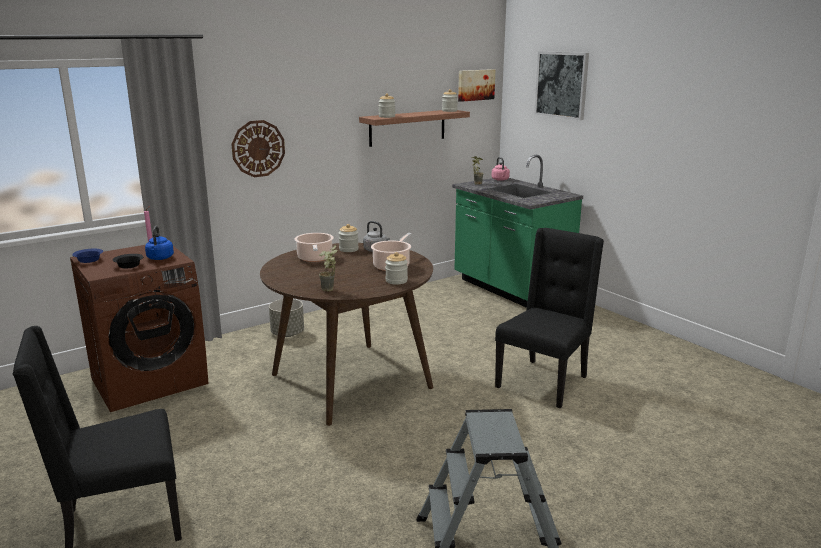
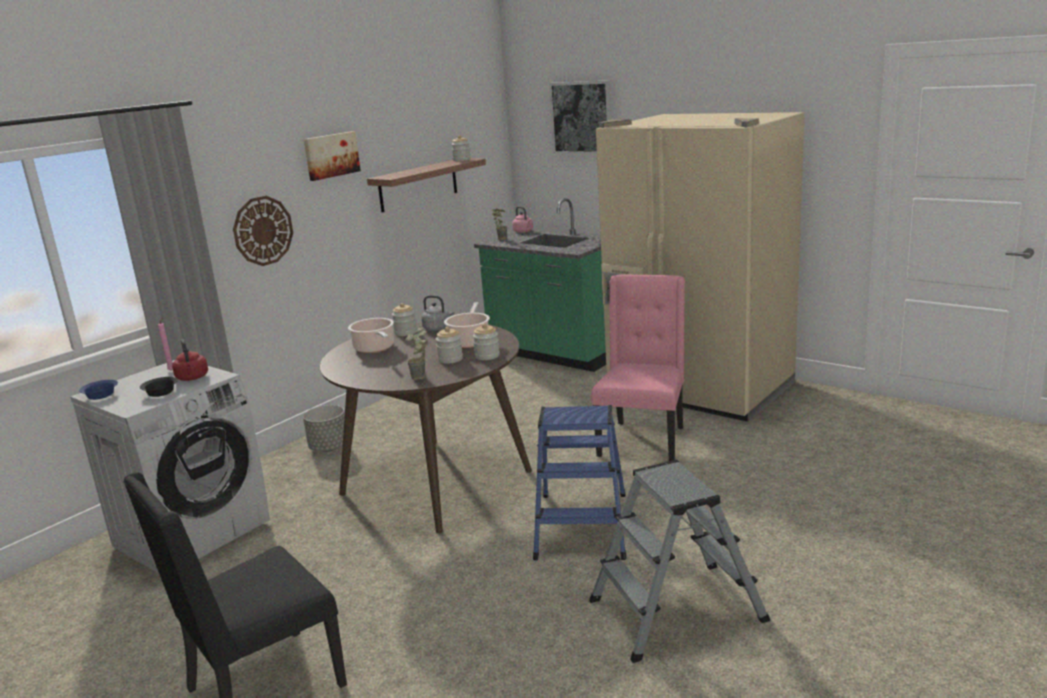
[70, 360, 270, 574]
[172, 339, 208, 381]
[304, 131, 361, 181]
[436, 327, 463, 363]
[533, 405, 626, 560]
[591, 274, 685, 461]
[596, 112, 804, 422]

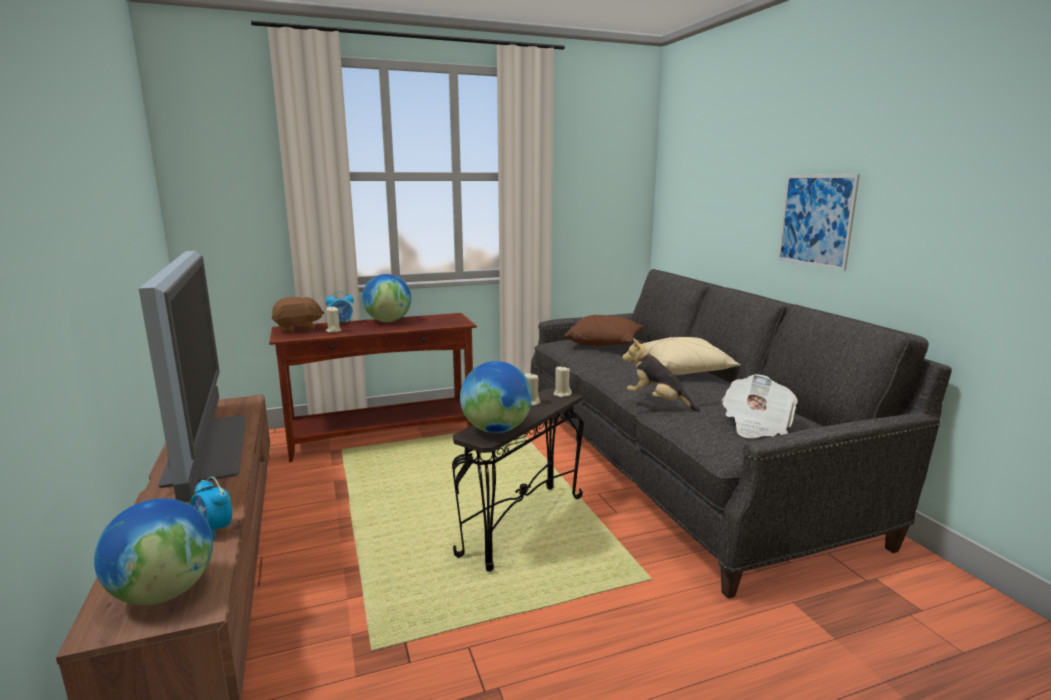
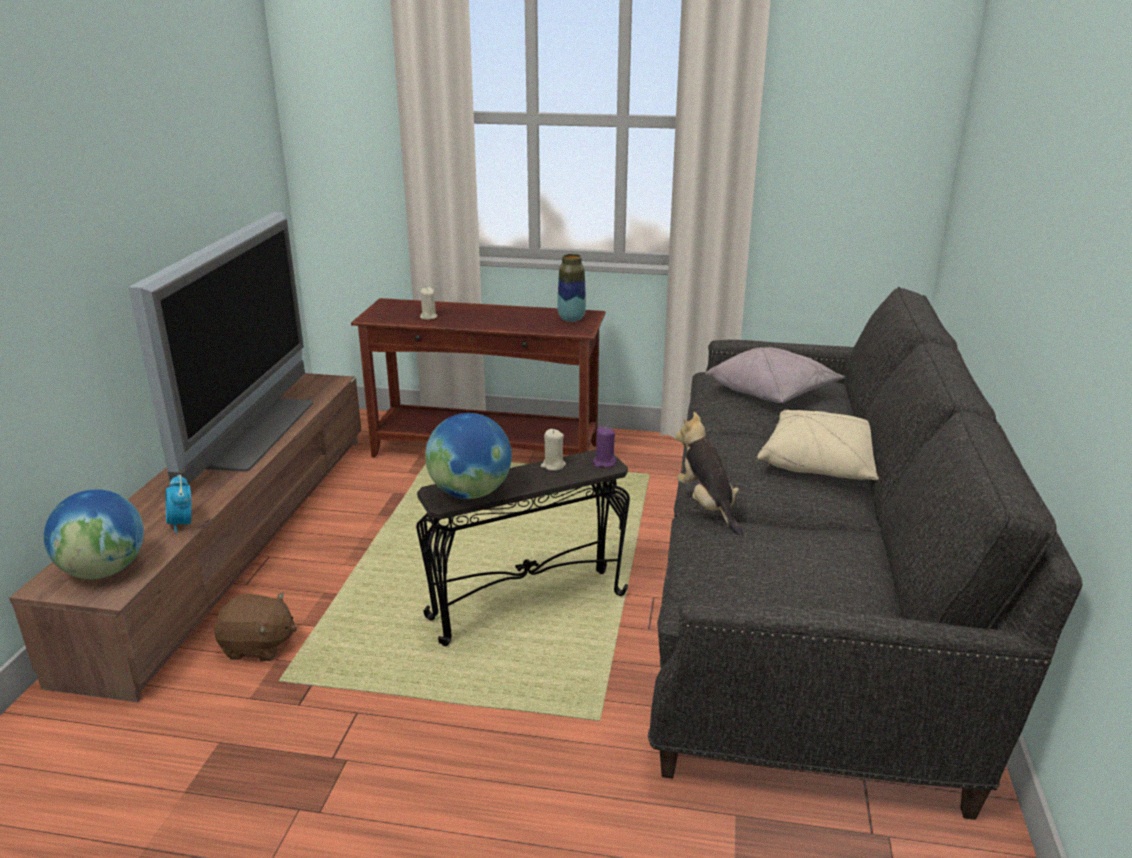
[214, 592, 297, 661]
[557, 254, 586, 322]
[593, 427, 617, 468]
[705, 347, 845, 403]
[326, 291, 354, 323] (first image)
[362, 274, 411, 322] (first image)
[722, 374, 798, 438] (first image)
[778, 174, 860, 271] (first image)

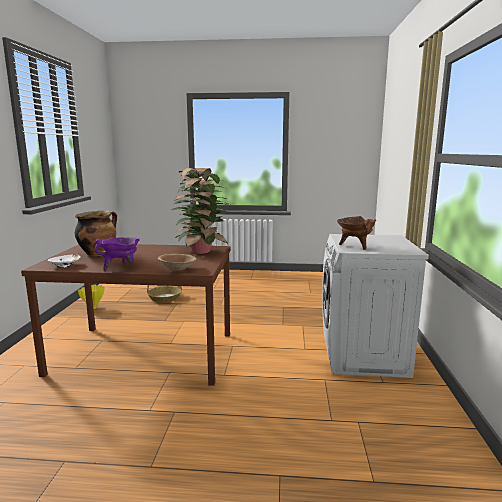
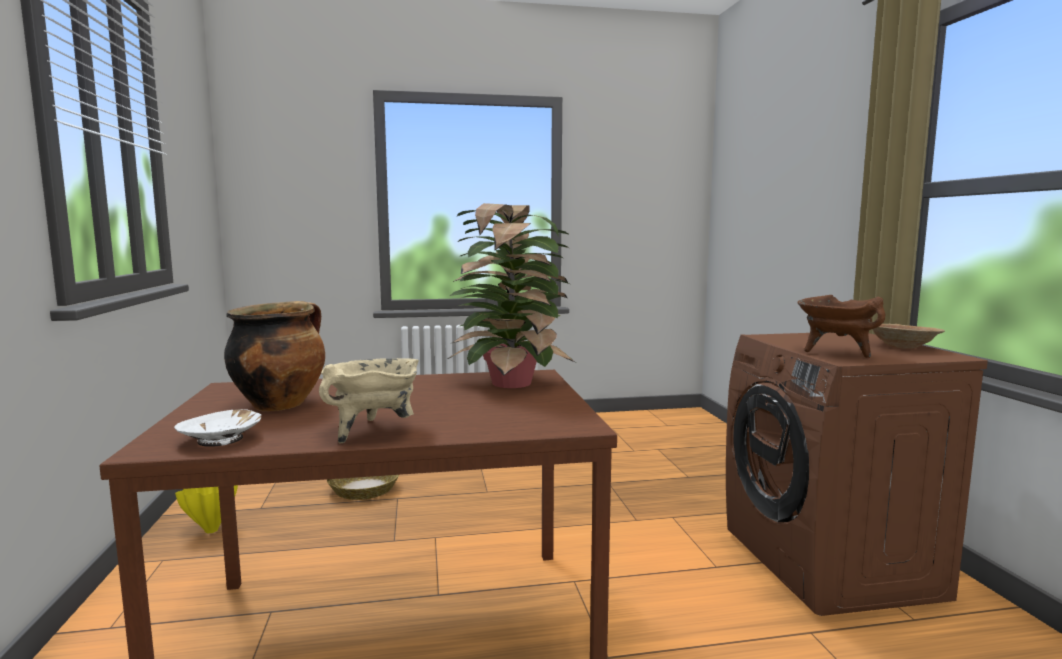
[319, 358, 419, 444]
[726, 333, 988, 616]
[872, 324, 945, 349]

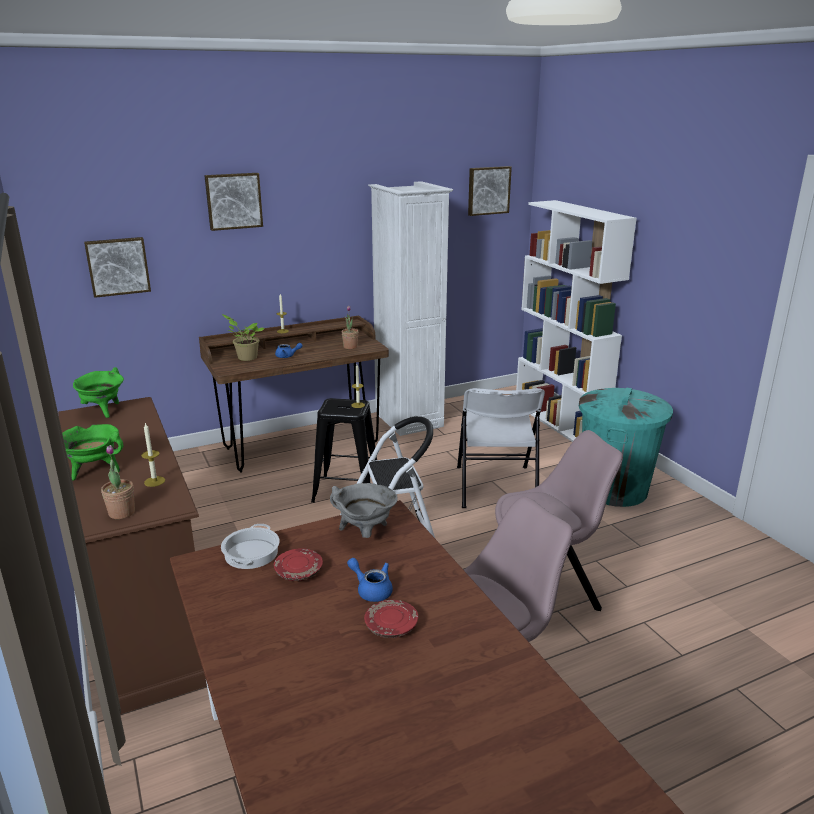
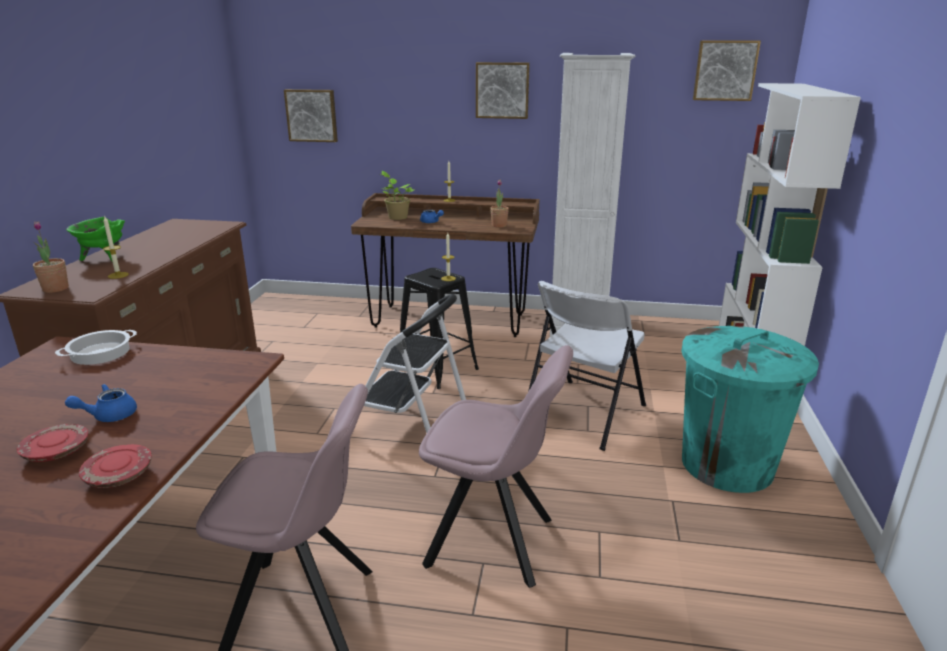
[65, 384, 137, 422]
[79, 444, 152, 488]
[476, 62, 530, 119]
[73, 367, 124, 418] (first image)
[330, 483, 398, 538] (first image)

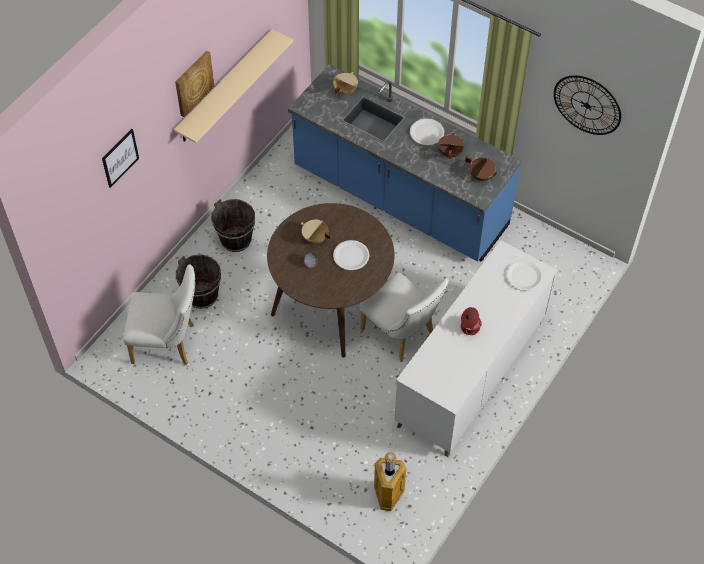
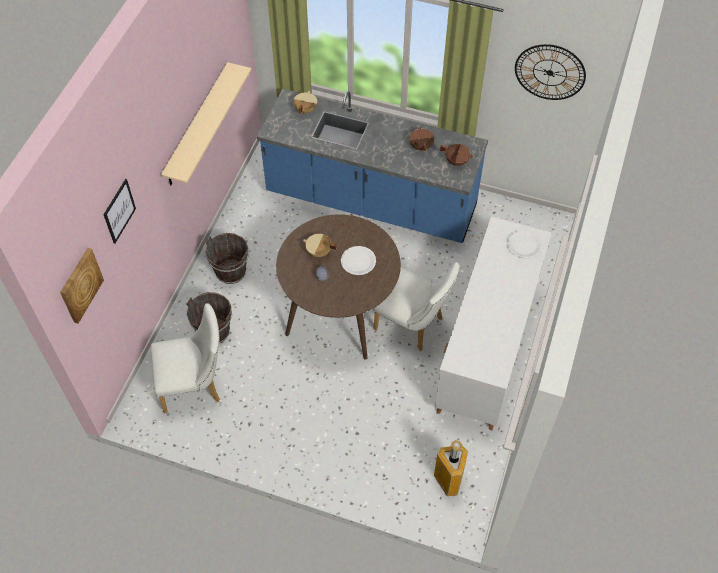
[60, 248, 104, 324]
[410, 118, 444, 145] (first image)
[461, 307, 481, 335] (first image)

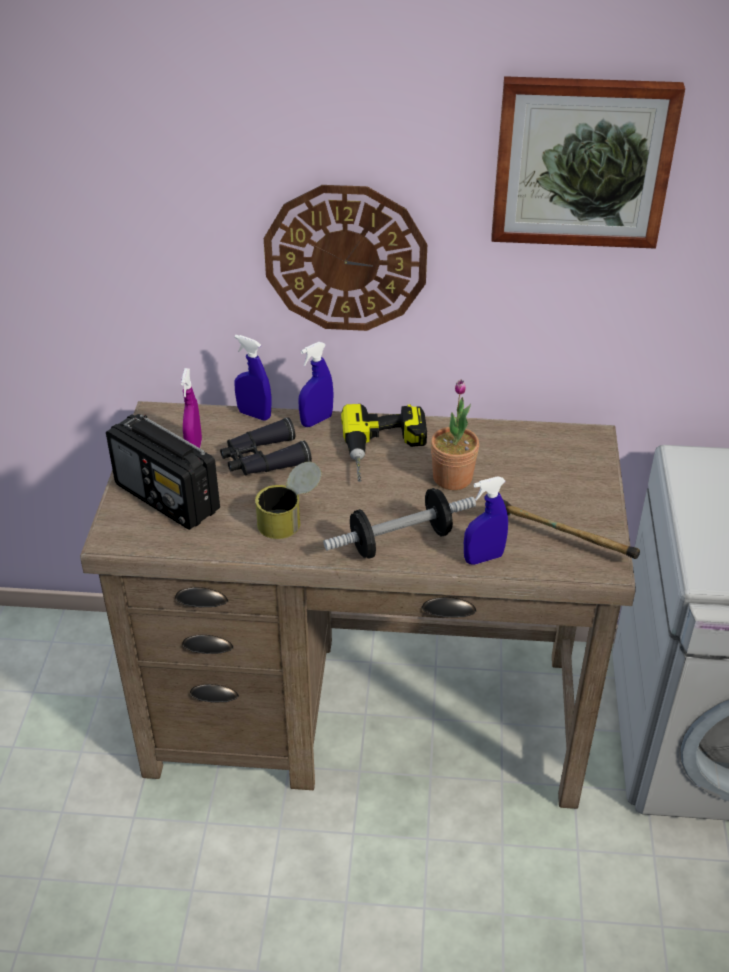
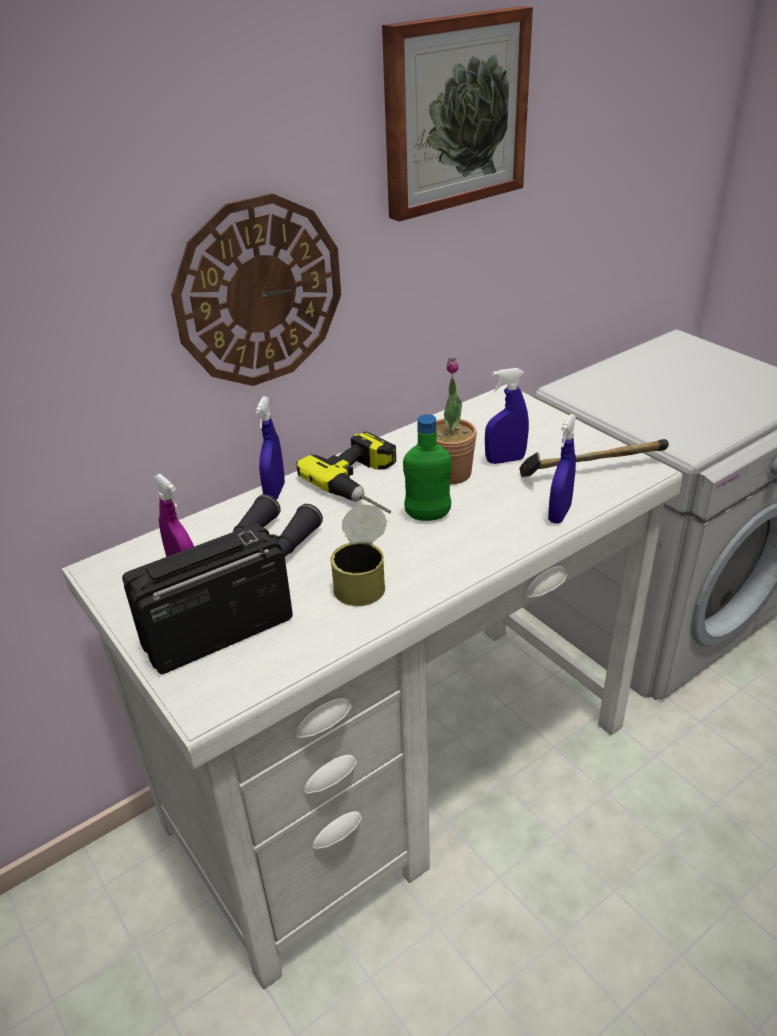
[62, 384, 683, 989]
[122, 524, 293, 674]
[403, 414, 452, 521]
[485, 368, 529, 464]
[324, 488, 476, 559] (first image)

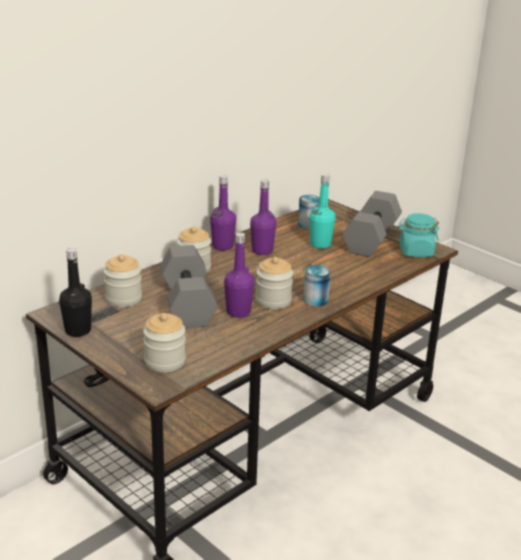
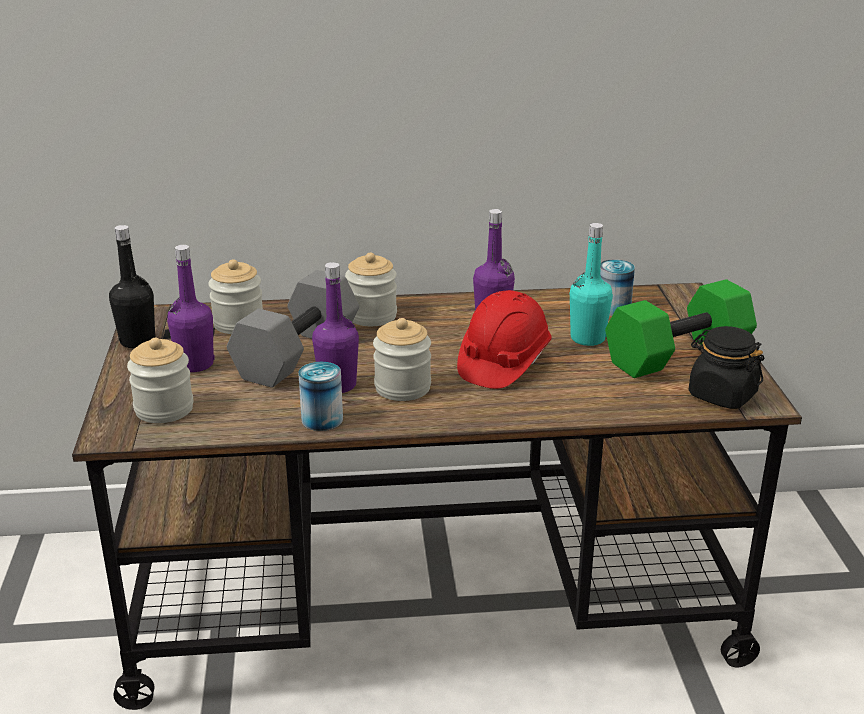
[167, 245, 215, 372]
[298, 362, 343, 431]
[457, 290, 552, 389]
[605, 279, 757, 378]
[689, 326, 764, 409]

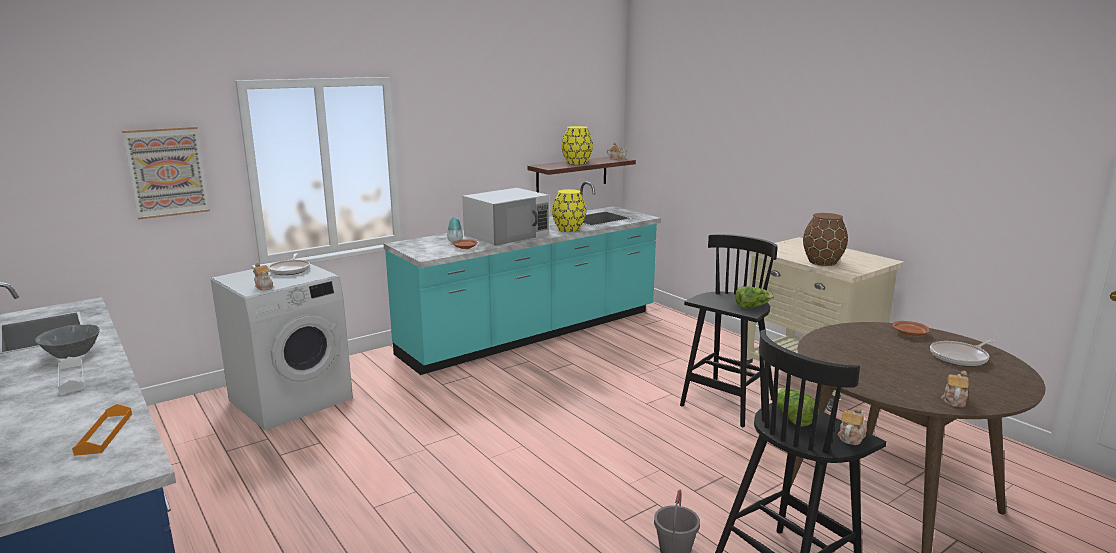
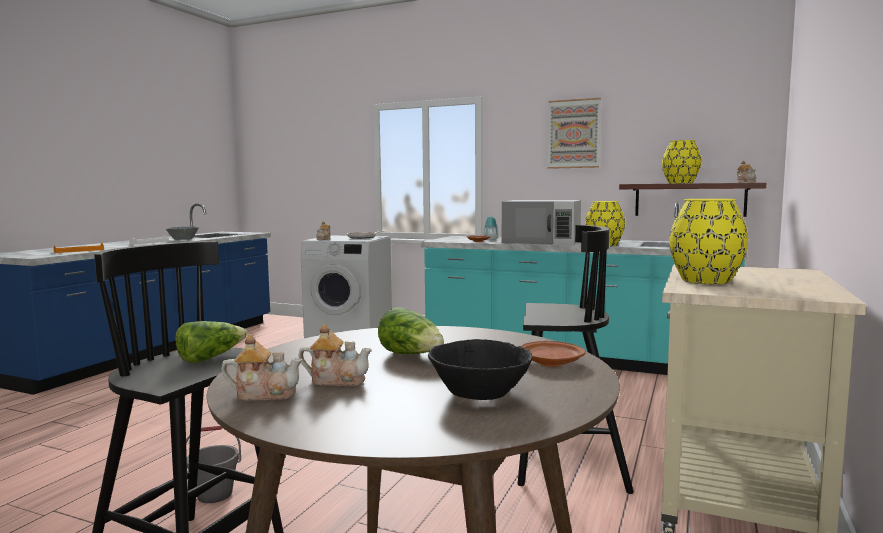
[298, 324, 372, 386]
[378, 307, 444, 354]
[428, 339, 533, 400]
[548, 98, 601, 169]
[669, 199, 748, 284]

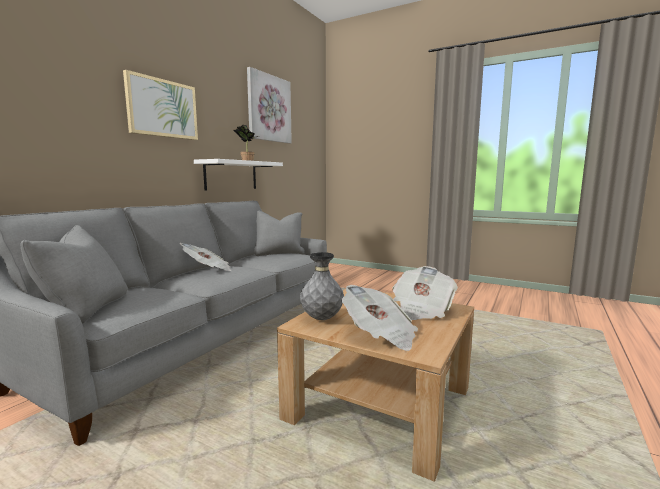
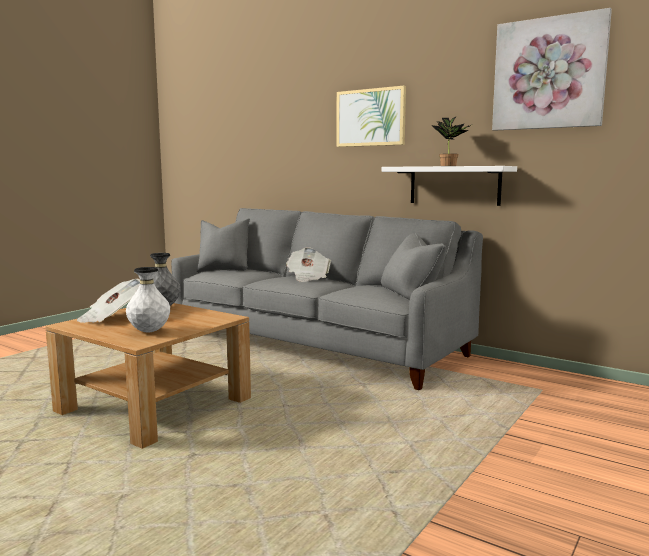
[126, 267, 170, 333]

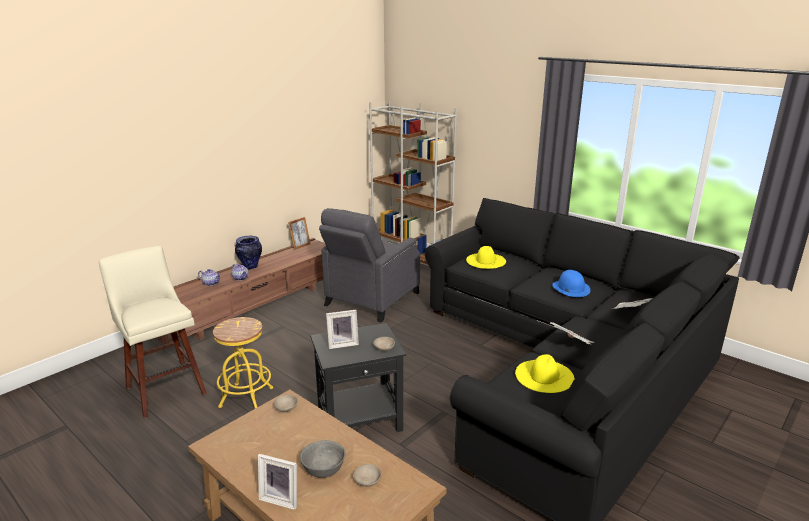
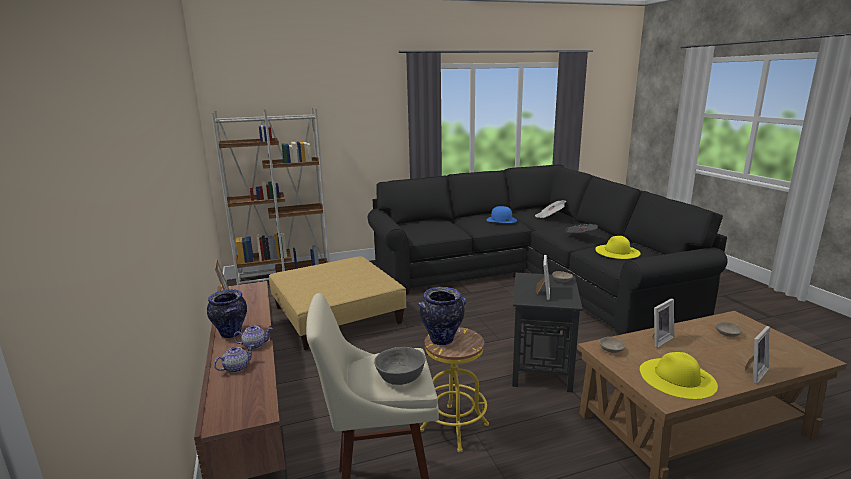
[269, 256, 406, 350]
[374, 347, 426, 385]
[418, 287, 466, 345]
[640, 352, 718, 399]
[652, 298, 674, 348]

